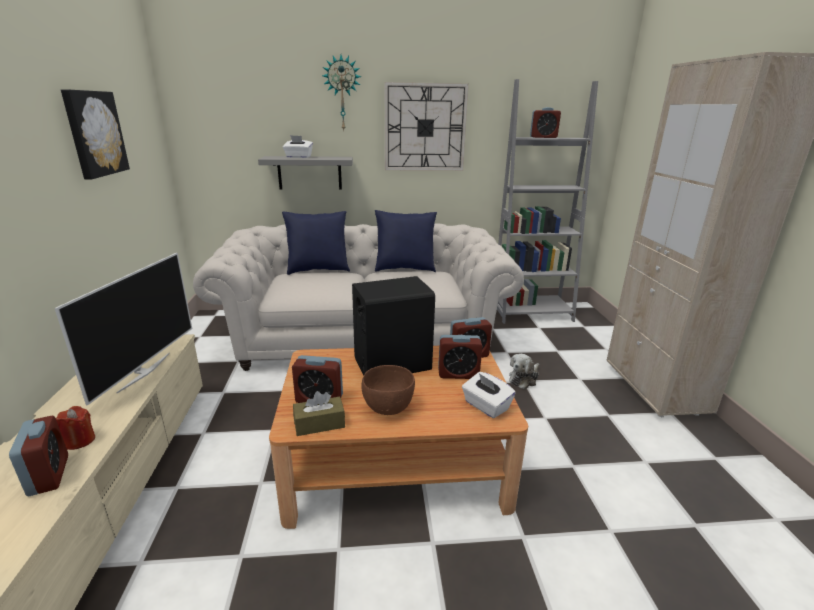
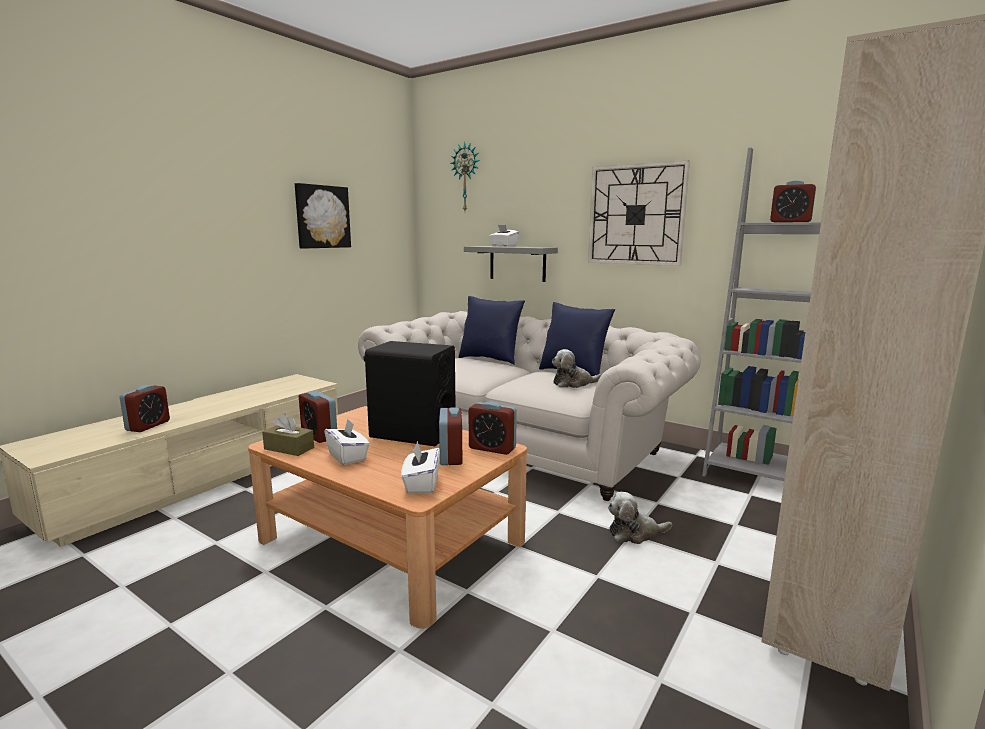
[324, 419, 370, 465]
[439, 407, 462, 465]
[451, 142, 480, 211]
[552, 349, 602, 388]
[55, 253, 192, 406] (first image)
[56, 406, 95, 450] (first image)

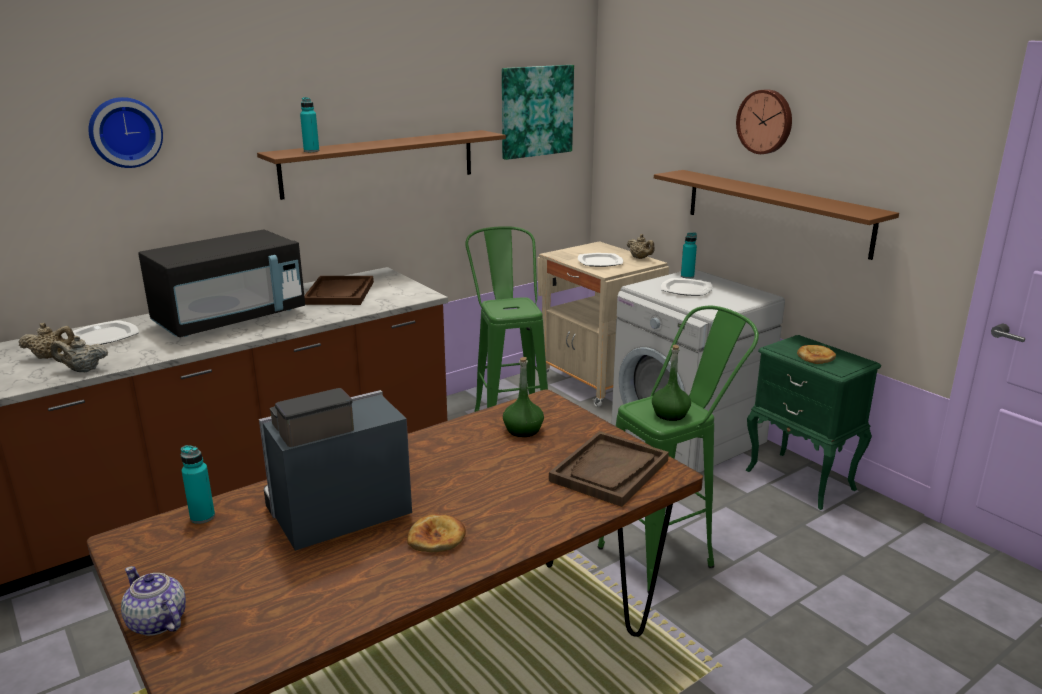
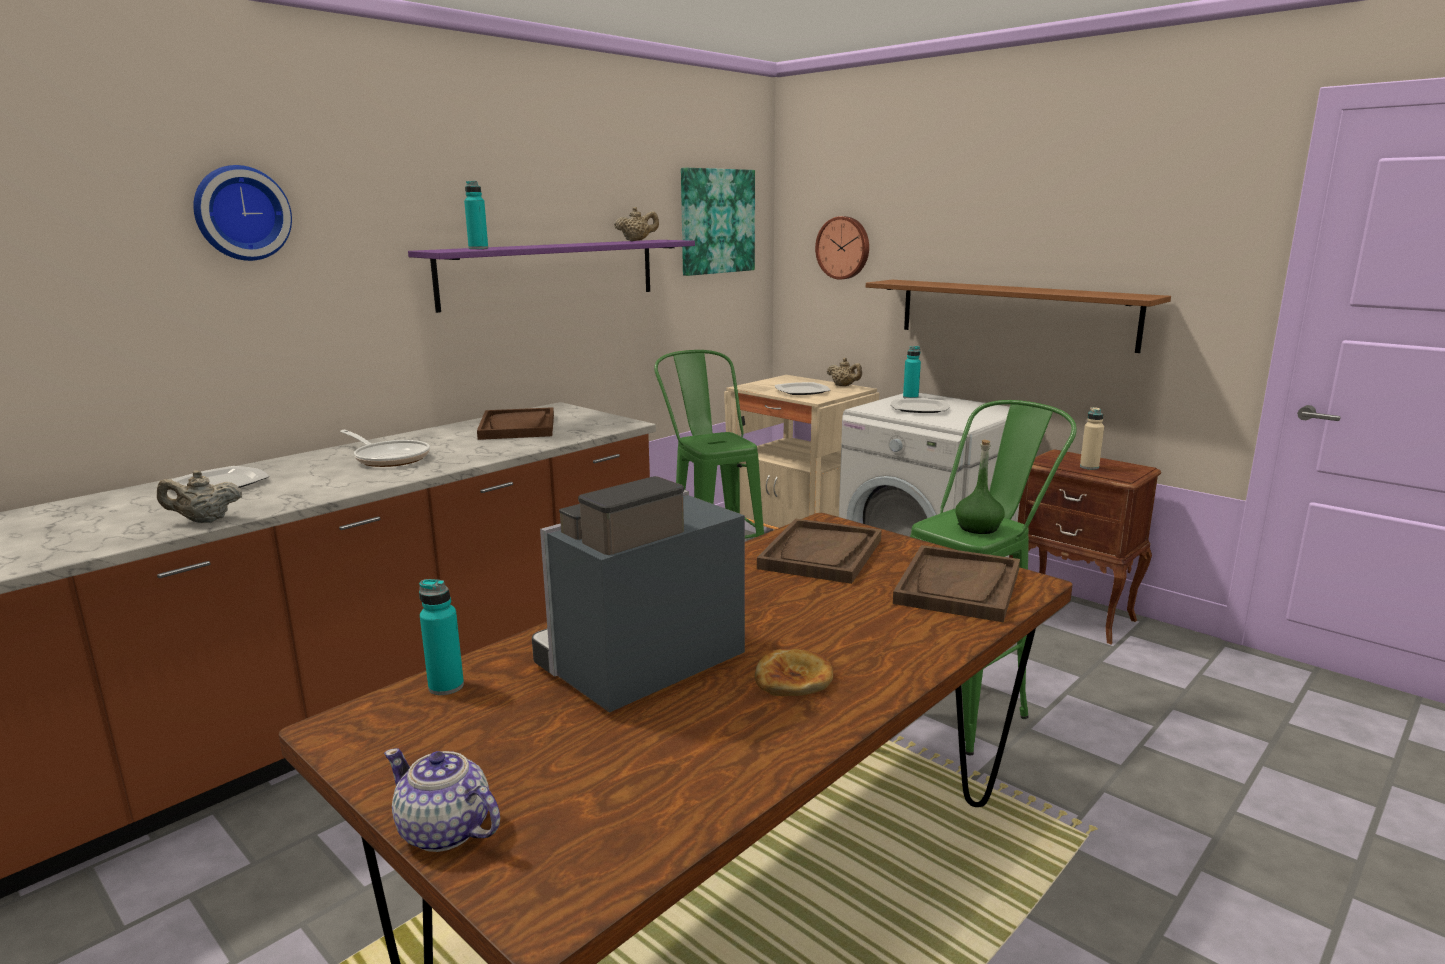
[340, 430, 430, 467]
[408, 240, 695, 313]
[614, 207, 659, 241]
[757, 519, 882, 584]
[815, 216, 869, 280]
[1009, 449, 1161, 644]
[1080, 407, 1104, 470]

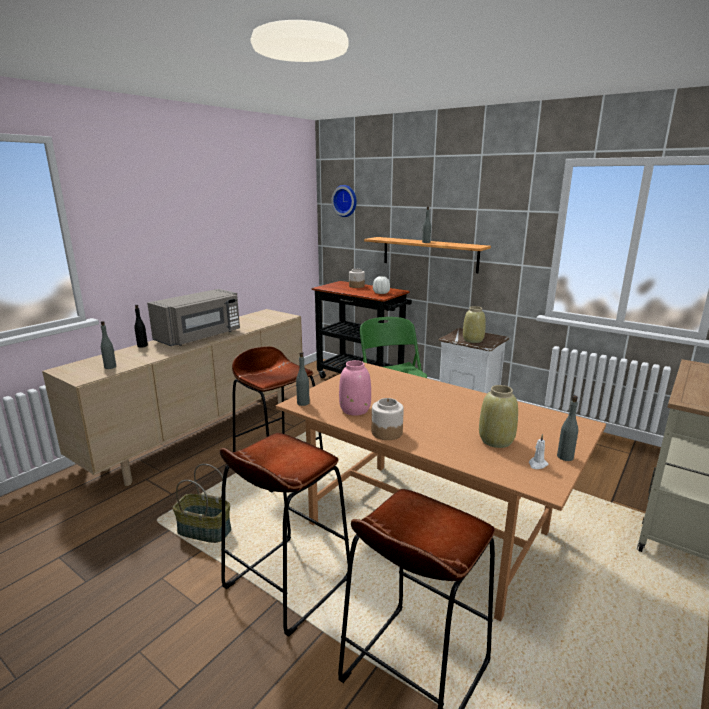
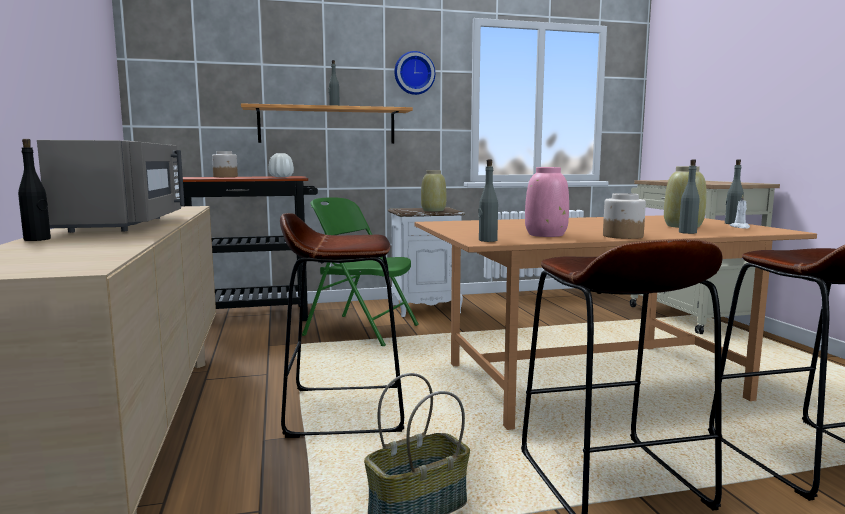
[394, 51, 435, 95]
[679, 159, 699, 234]

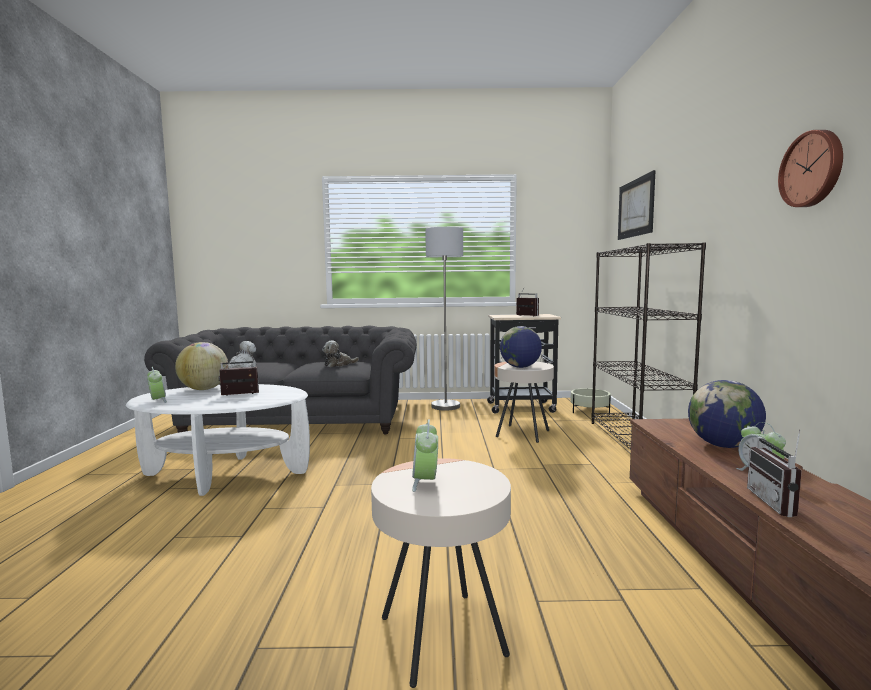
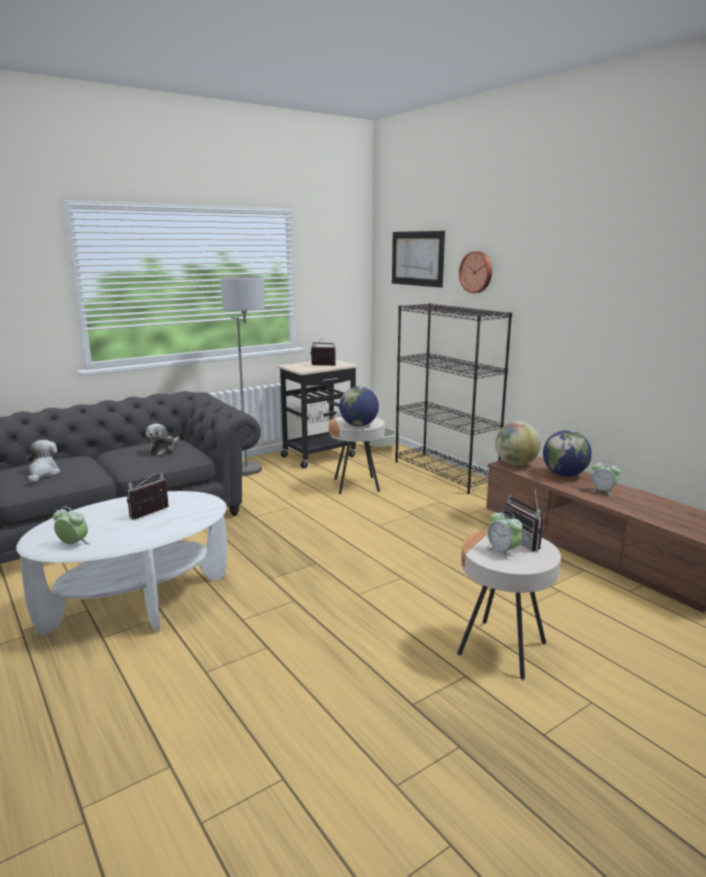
[459, 251, 492, 293]
[495, 421, 541, 466]
[503, 490, 543, 551]

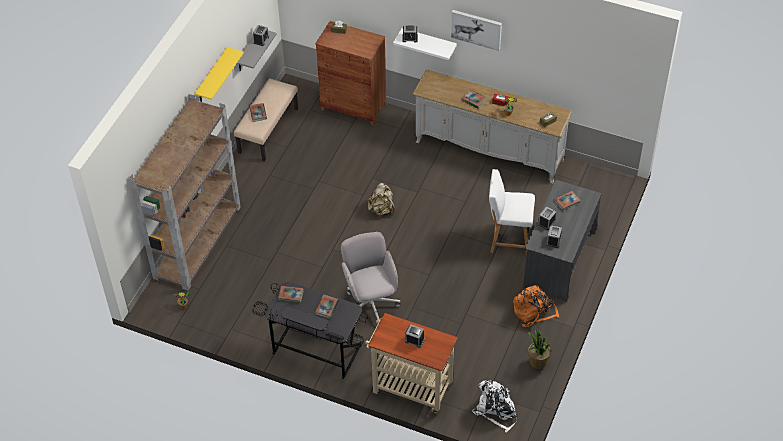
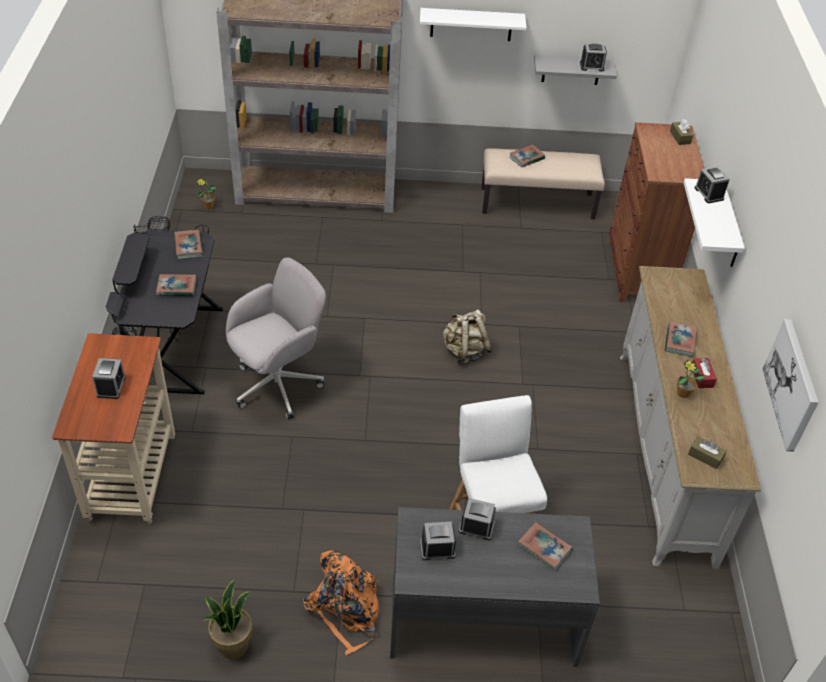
[420, 8, 527, 41]
[762, 320, 819, 452]
[472, 380, 518, 433] (first image)

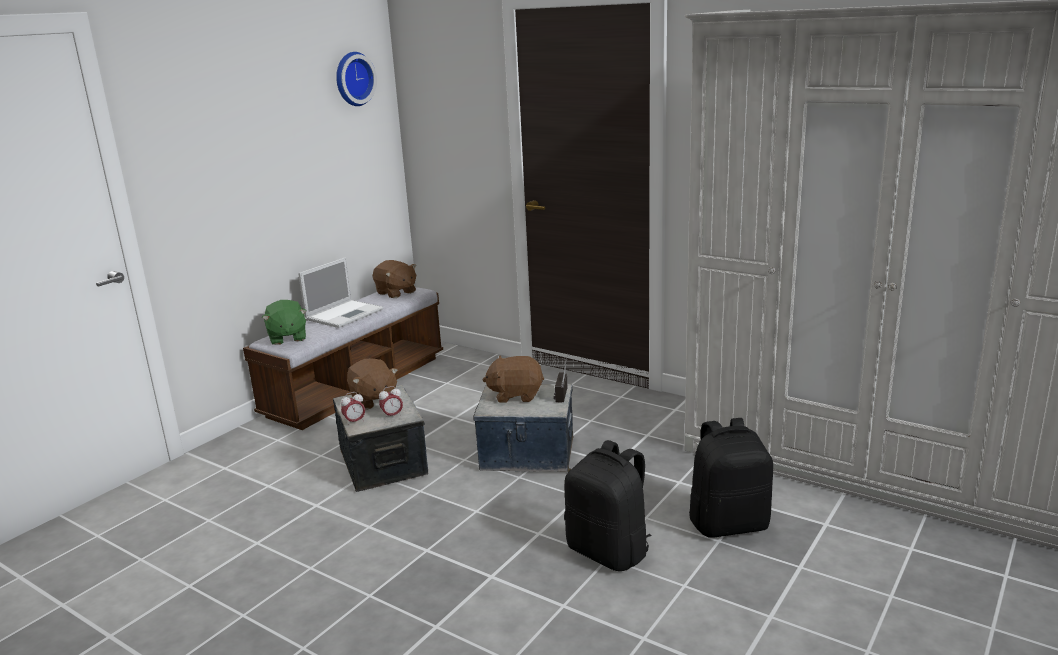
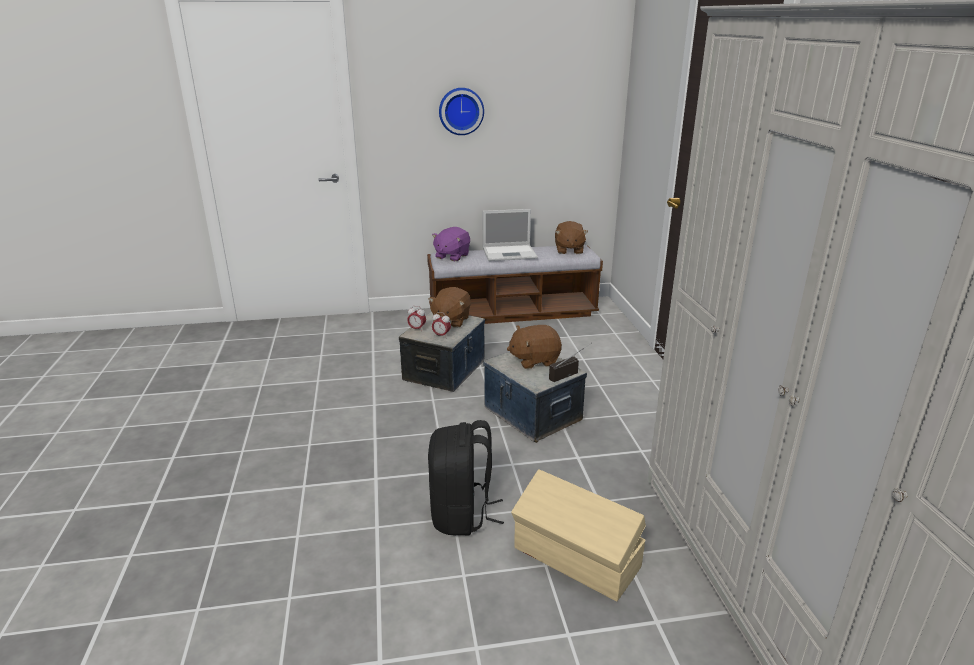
[432, 227, 470, 261]
[439, 88, 484, 135]
[507, 325, 562, 369]
[511, 469, 646, 601]

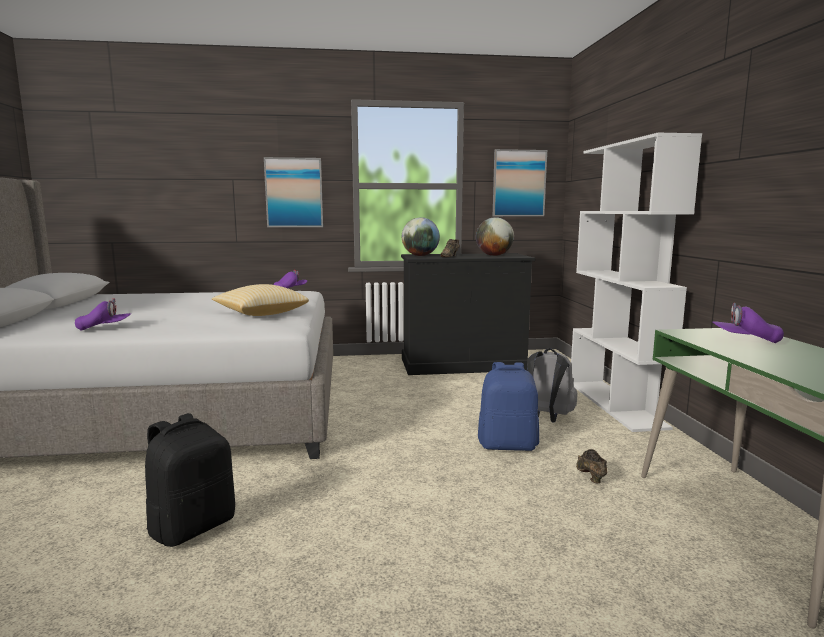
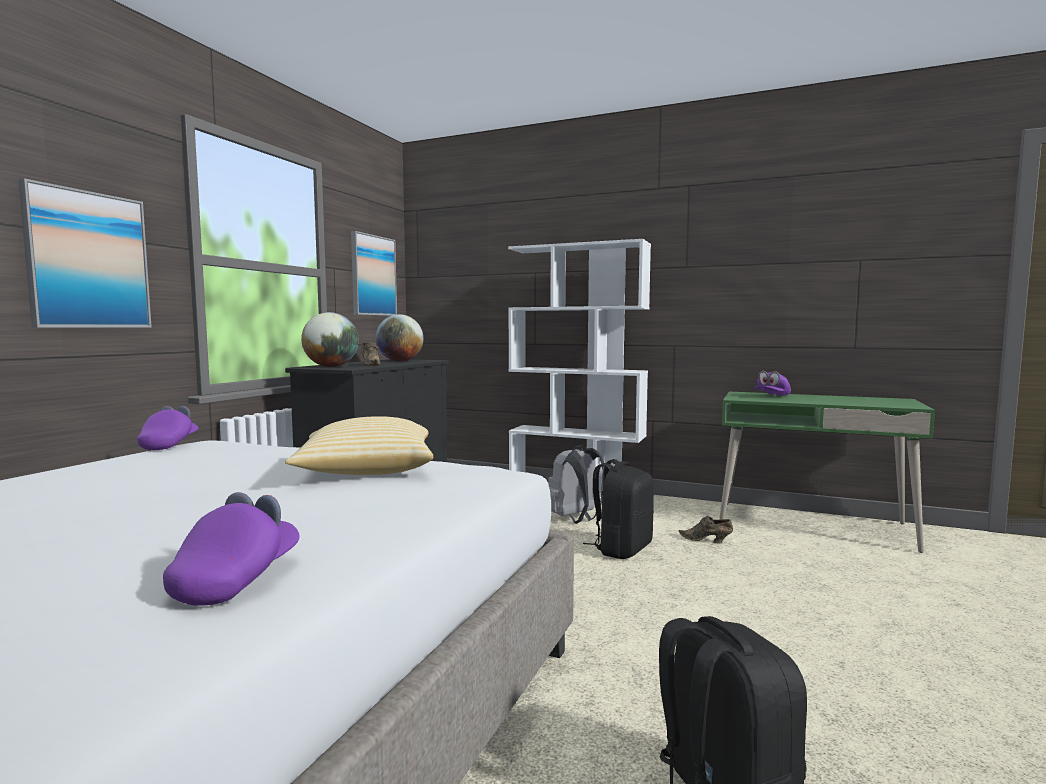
[583, 459, 654, 559]

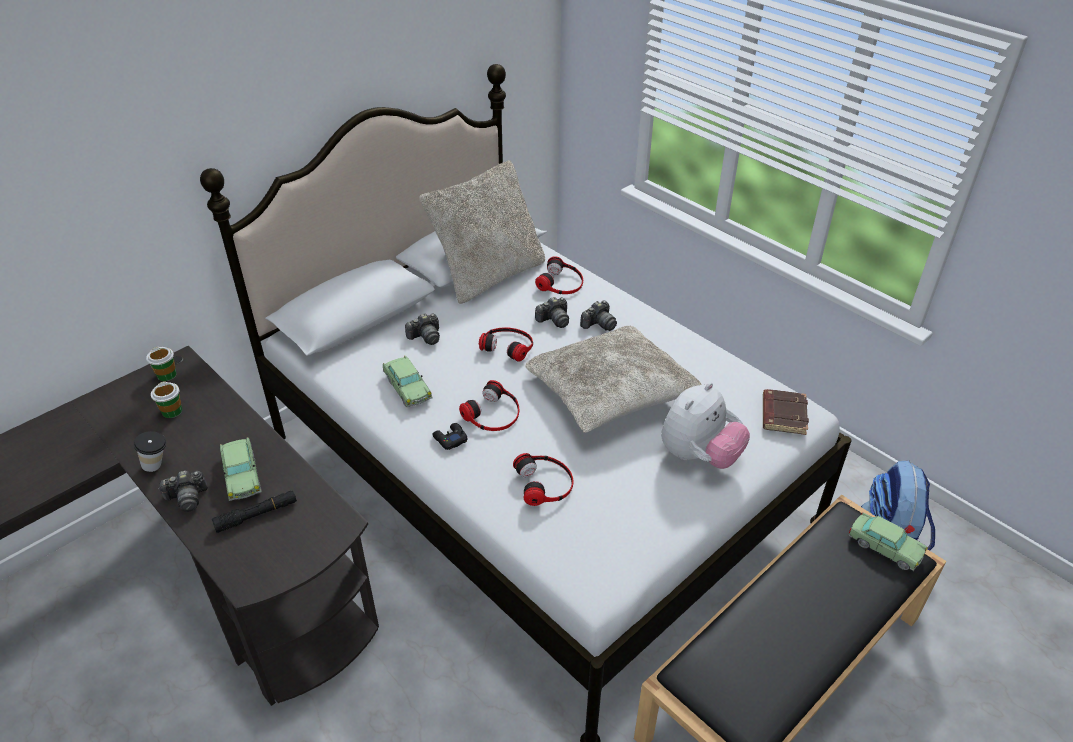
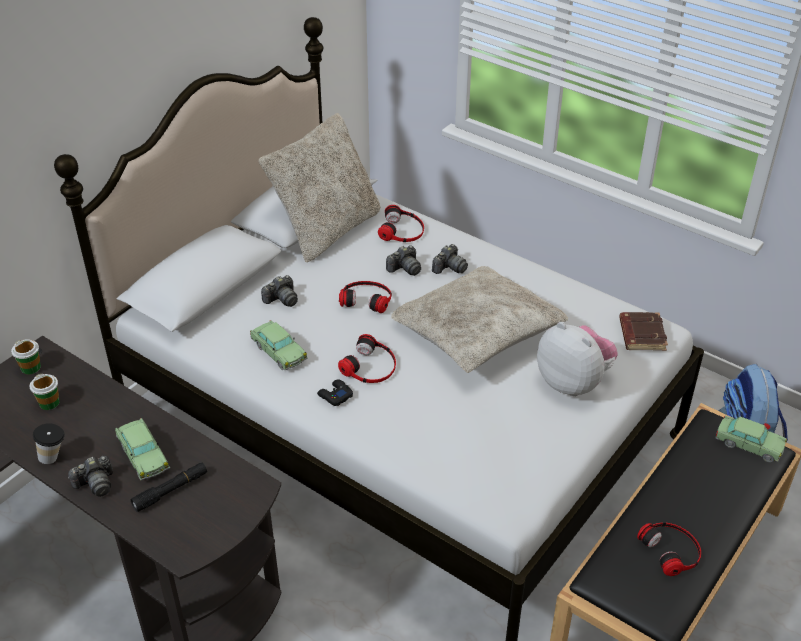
[537, 322, 618, 396]
[637, 522, 701, 576]

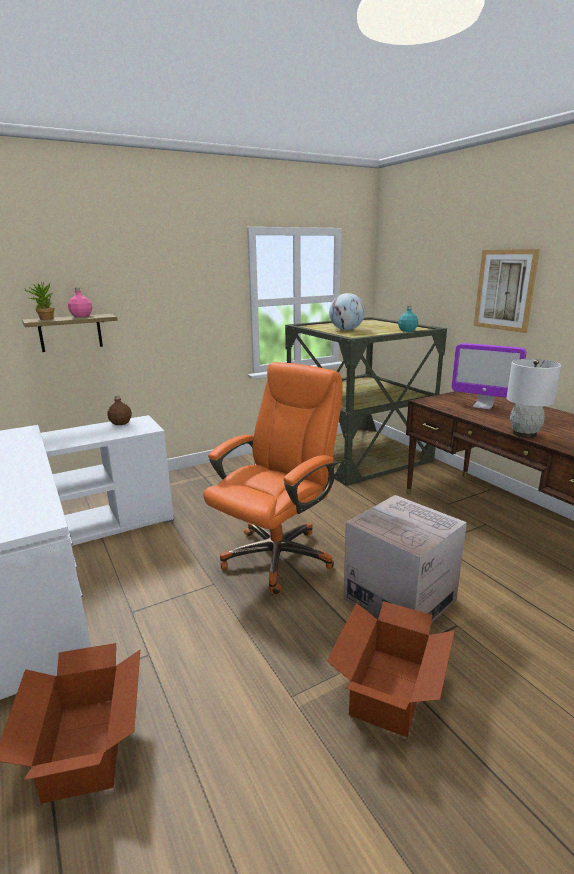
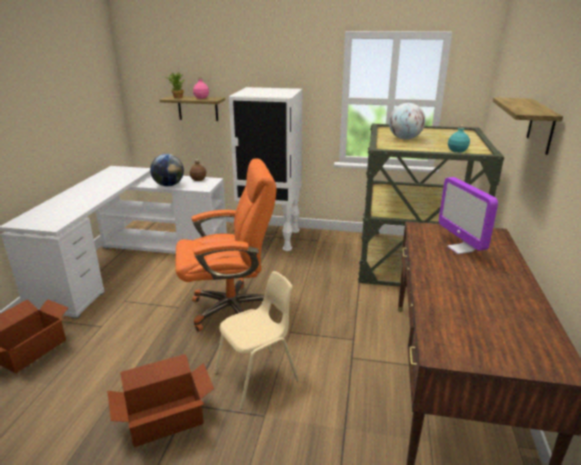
[150, 154, 184, 186]
[214, 271, 299, 410]
[229, 87, 303, 251]
[493, 97, 563, 155]
[507, 359, 561, 438] (first image)

